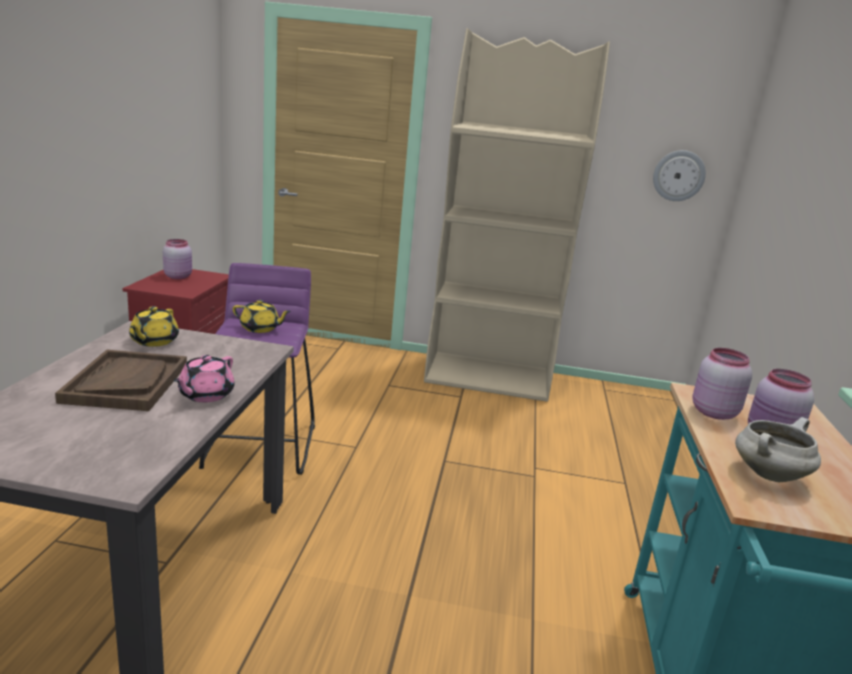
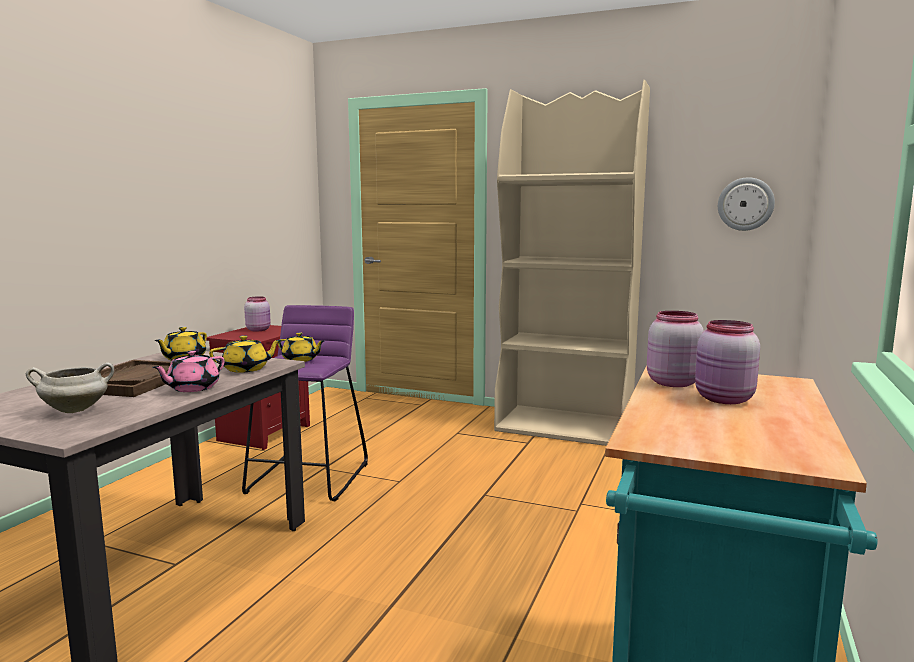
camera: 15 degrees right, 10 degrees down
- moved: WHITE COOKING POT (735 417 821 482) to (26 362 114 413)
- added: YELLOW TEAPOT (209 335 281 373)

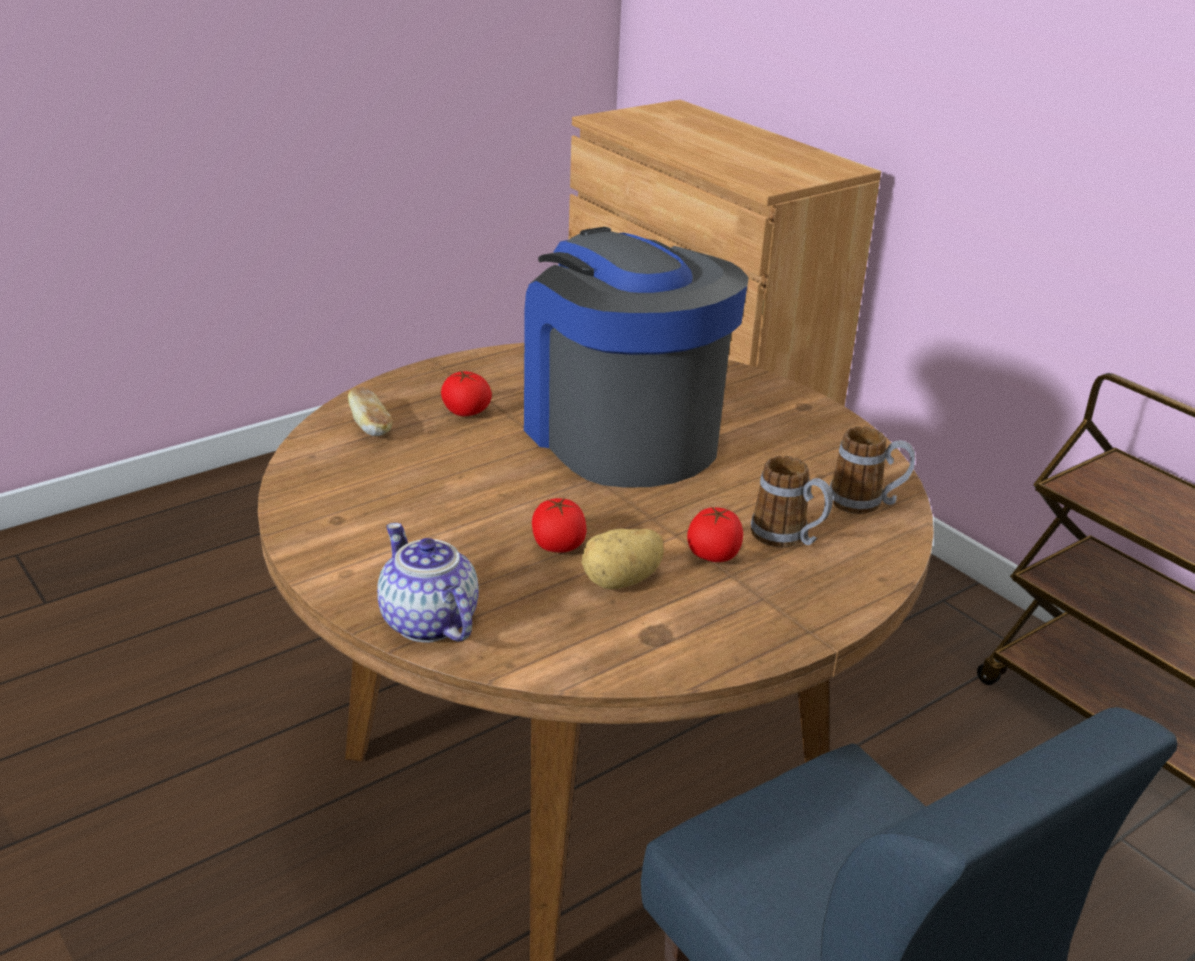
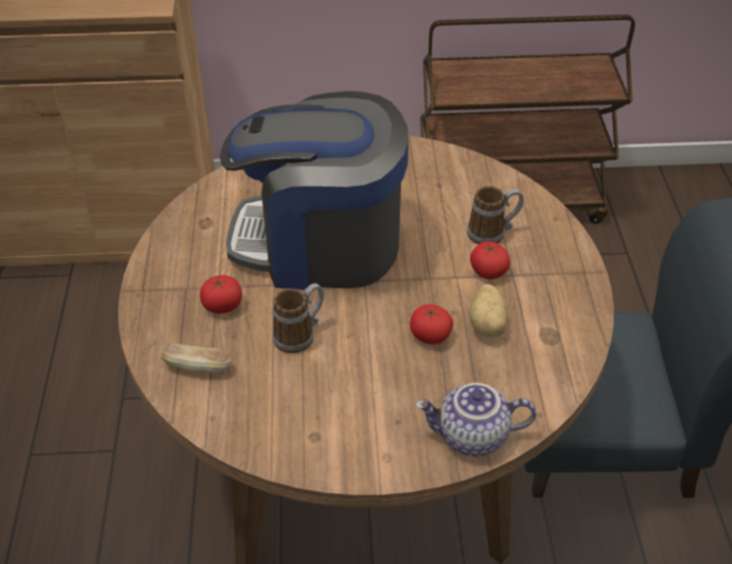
camera: 55 degrees left, 15 degrees up
- moved: MUG (829 426 915 514) to (272 283 324 353)

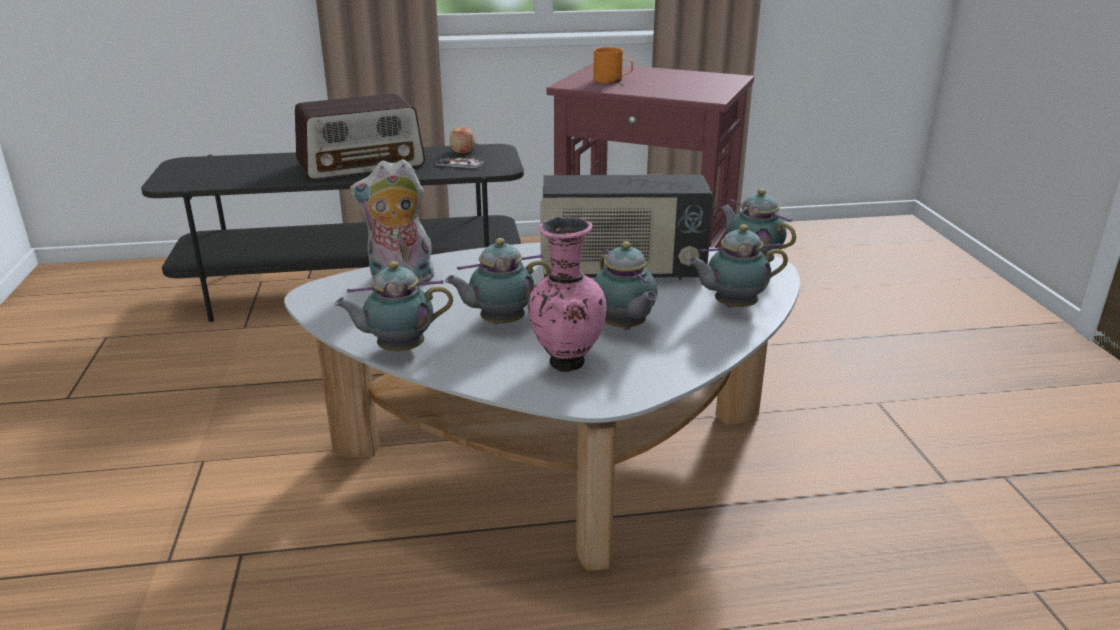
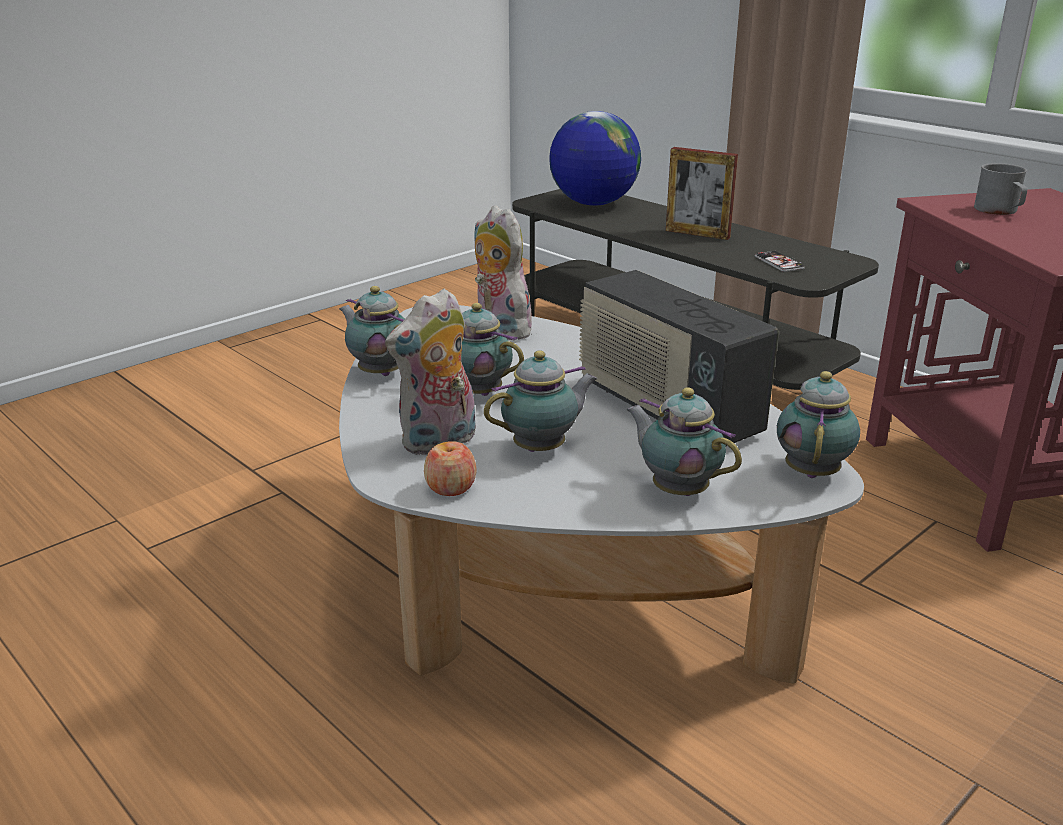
camera: 55 degrees right, 0 degrees up
- replaced: RADIO (295 93 425 180) to PICTURE FRAME (666 147 738 240)
- moved: APPLE (449 127 476 153) to (424 441 477 496)
- replaced: PINK VASE (528 217 606 372) to PLUSH TOY (385 289 476 455)
- recoloured: ORANGE MUG (593 47 633 83) to GREY MUG (974 163 1027 215)
- turned: TEAPOT (594 241 658 330) = (484 350 598 452) 150 degrees counterclockwise
- added: GLOBE (549 111 641 206)

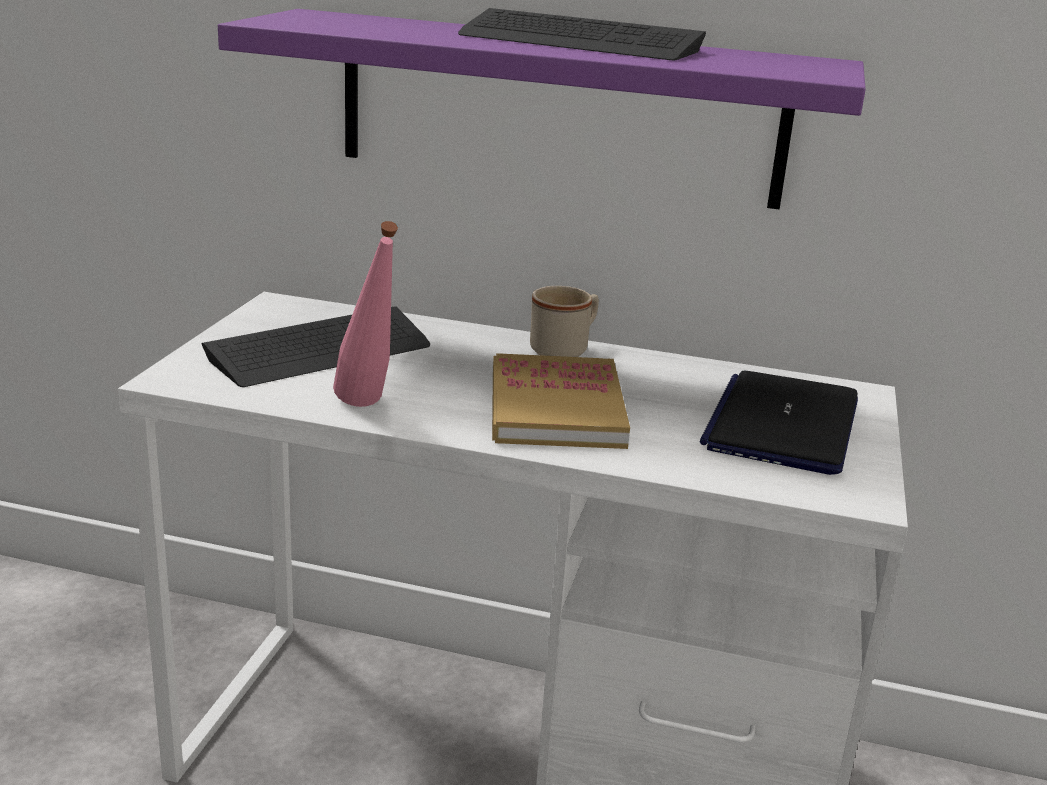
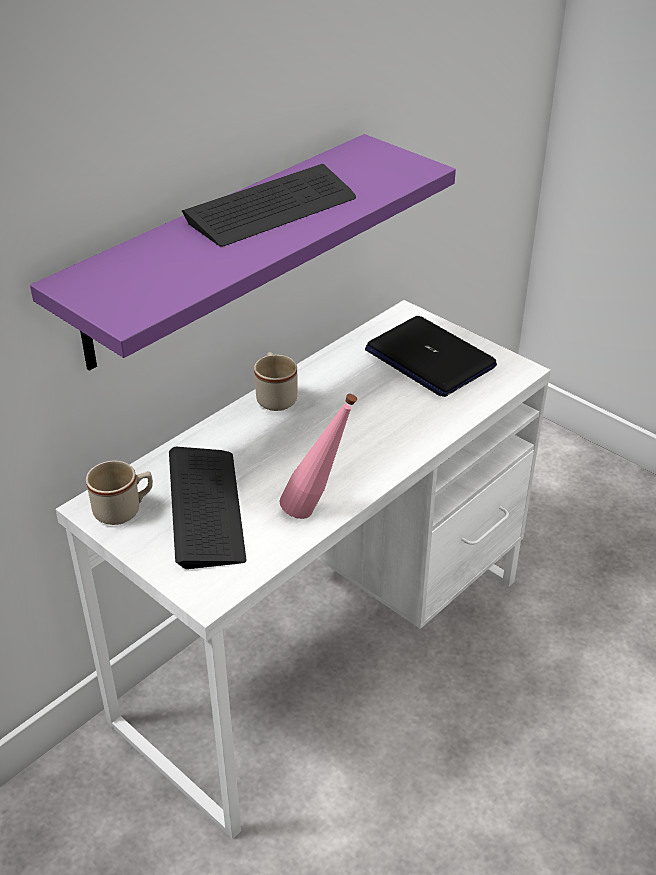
camera: 60 degrees left, 15 degrees up
- removed: BOOK (492 353 630 449)
- added: BEIGE MUG (86 461 153 525)

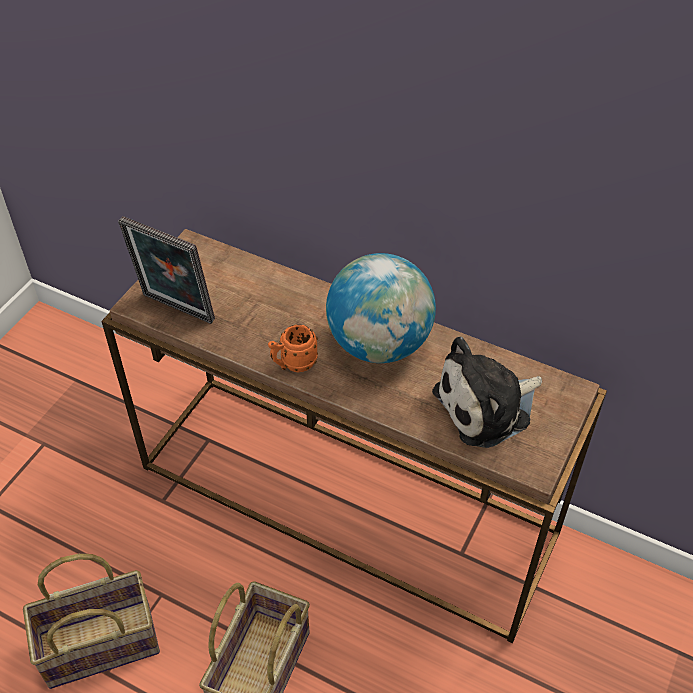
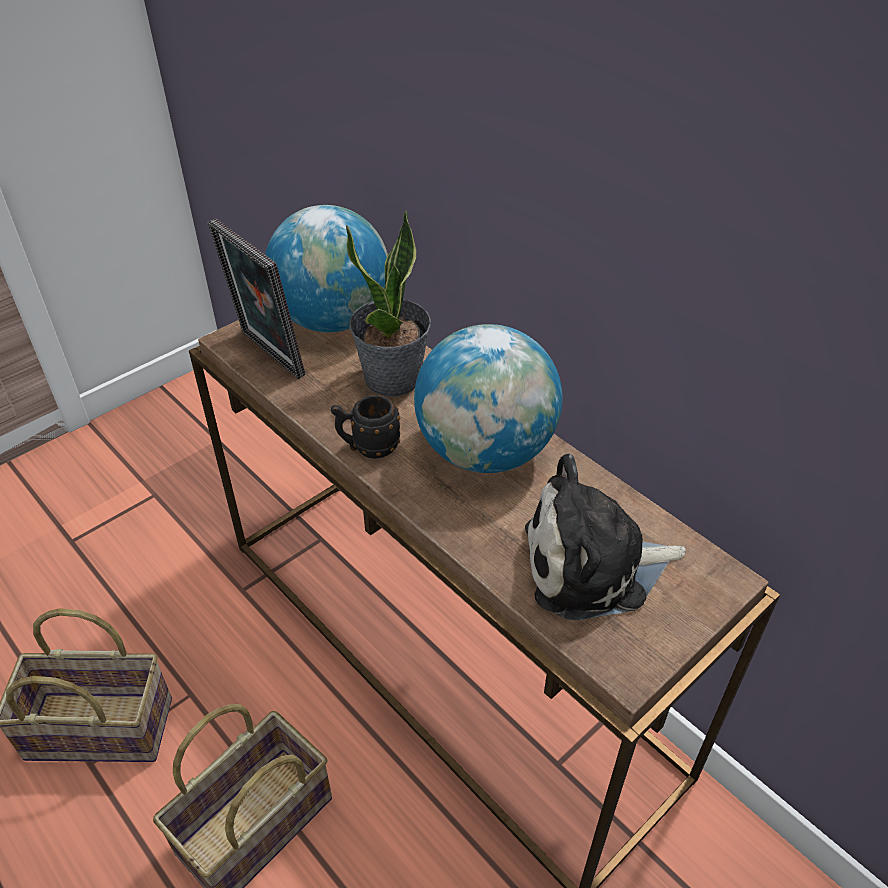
camera: 20 degrees right, 5 degrees down
- recoloured: ORANGE MUG (268 324 318 372) to BLACK MUG (331 395 400 459)
- added: GLOBE (265 205 388 332)
- added: POTTED PLANT (346 210 431 397)

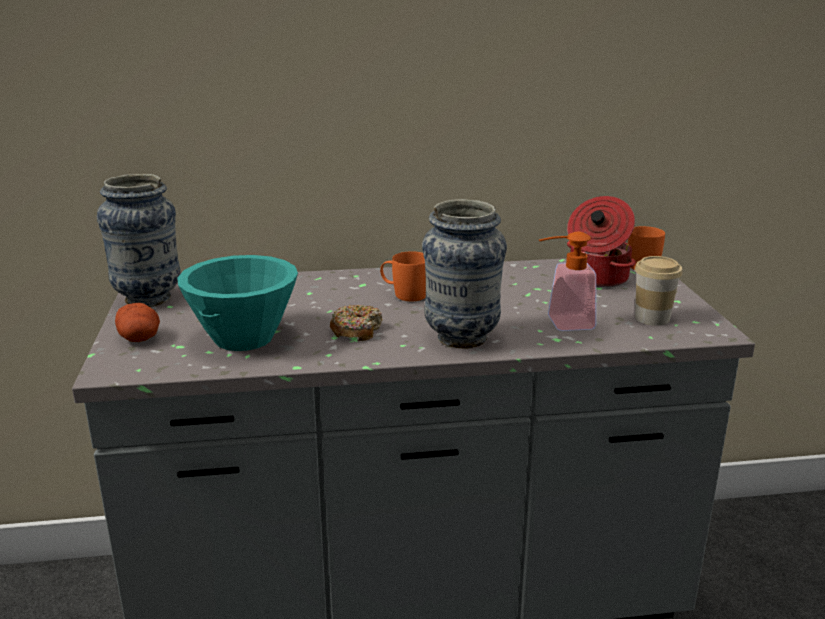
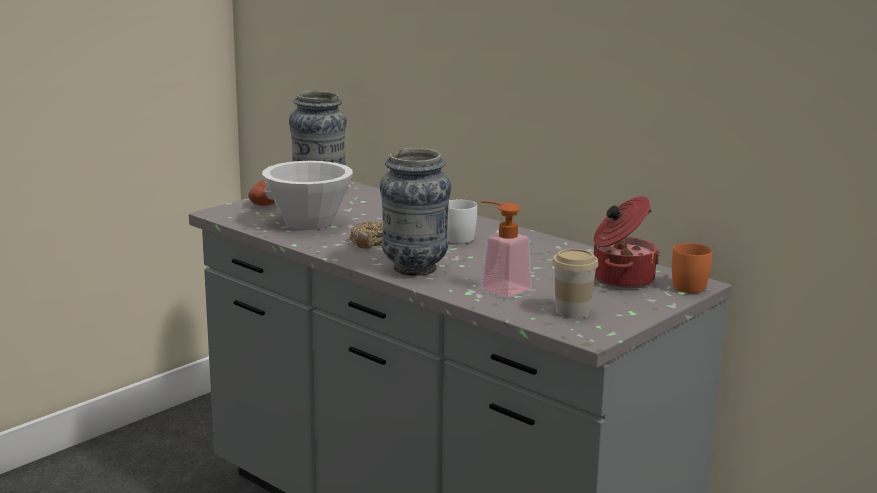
camera: 50 degrees right, 5 degrees down
- recoloured: TURQUOISE BOWL (177 255 298 351) to WHITE BOWL (262 161 353 230)
- recoloured: ORANGE MUG (380 251 426 301) to WHITE MUG (448 200 477 244)

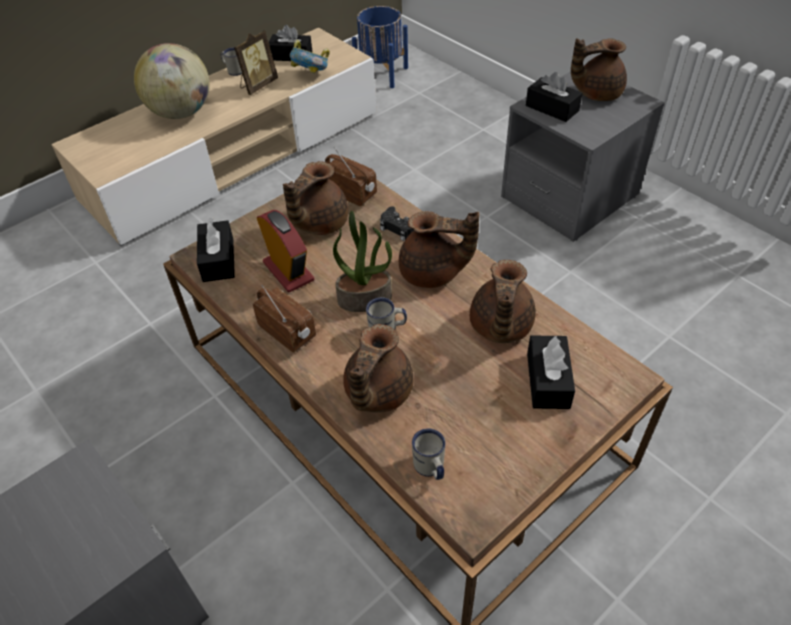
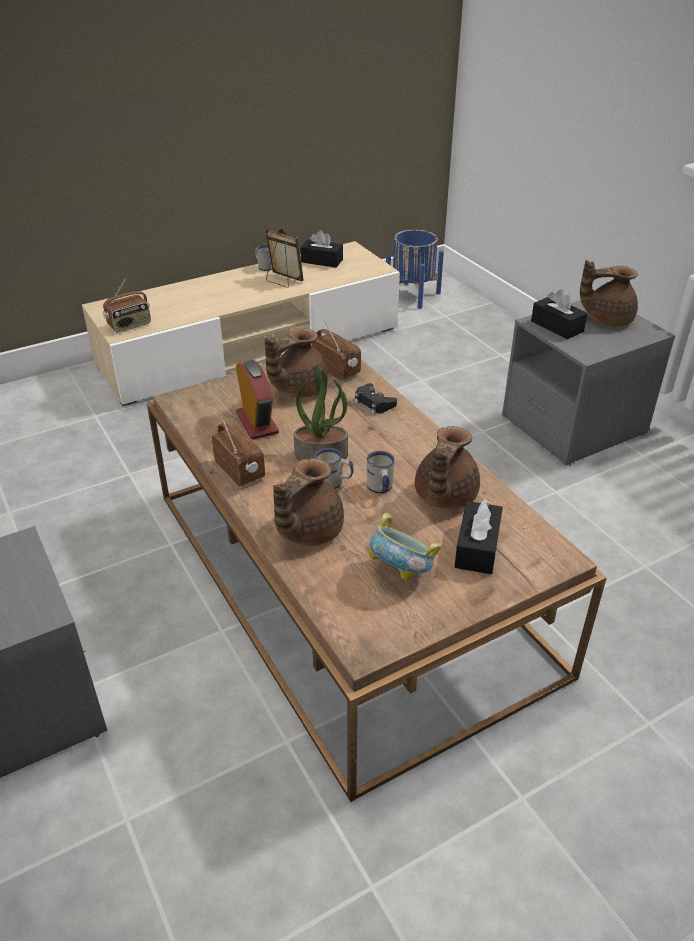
camera: 10 degrees right, 10 degrees down
- removed: GLOBE (134 43 210 119)
- removed: BLACK TISSUE BOX (197 218 235 282)
- turned: PICTURE FRAME (234 30 278 95) = (266 229 303 288) 105 degrees counterclockwise
- moved: BOWL (290 40 330 73) to (369 513 441 580)
- removed: BROWN TEAPOT (399 211 479 288)
- moved: WHITE MUG (412 428 445 480) to (367 451 395 493)
- added: RADIO (103 278 151 332)

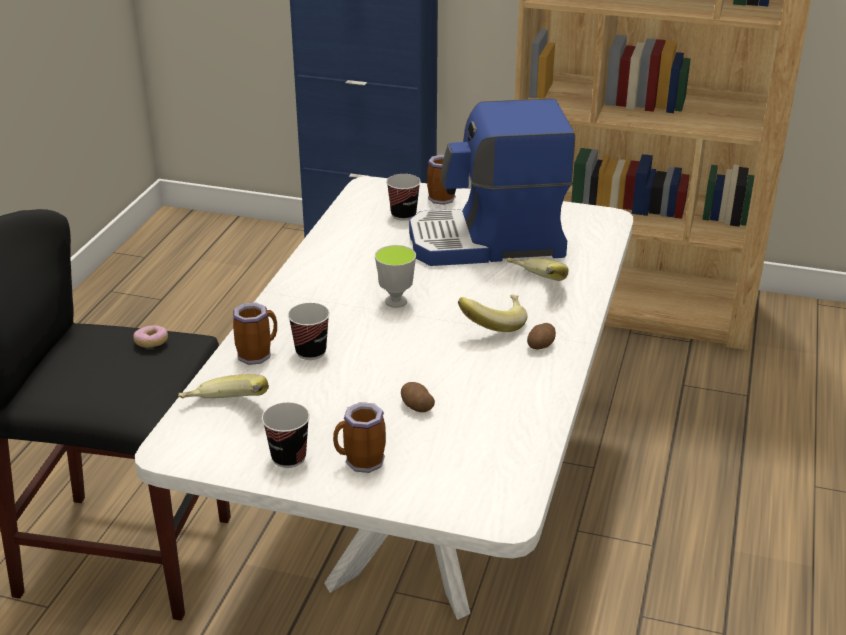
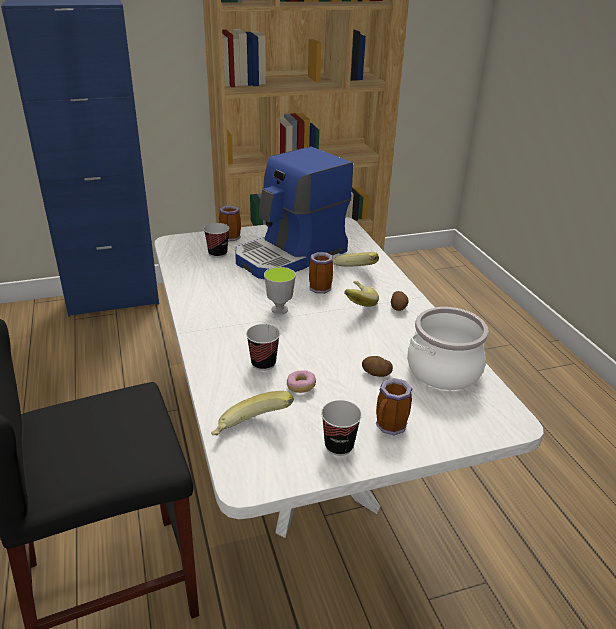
camera: 35 degrees left, 0 degrees up
- moved: DONUT (133 325 168 348) to (287 370 316 393)
- moved: MUG (233 302 277 365) to (309 252 333 294)
- added: COOKING POT (407 307 489 390)

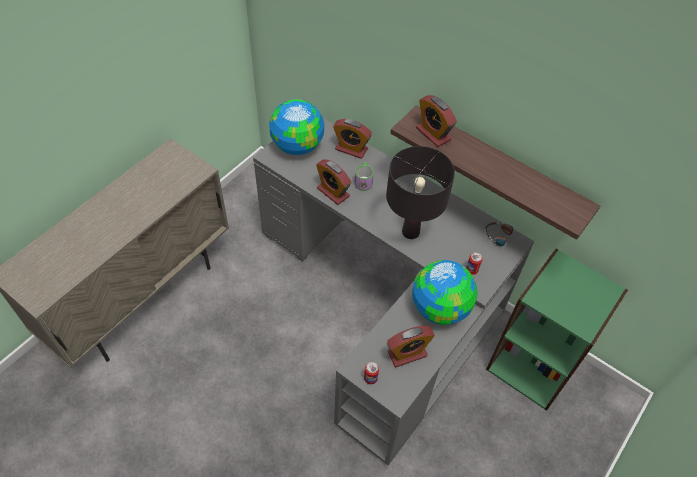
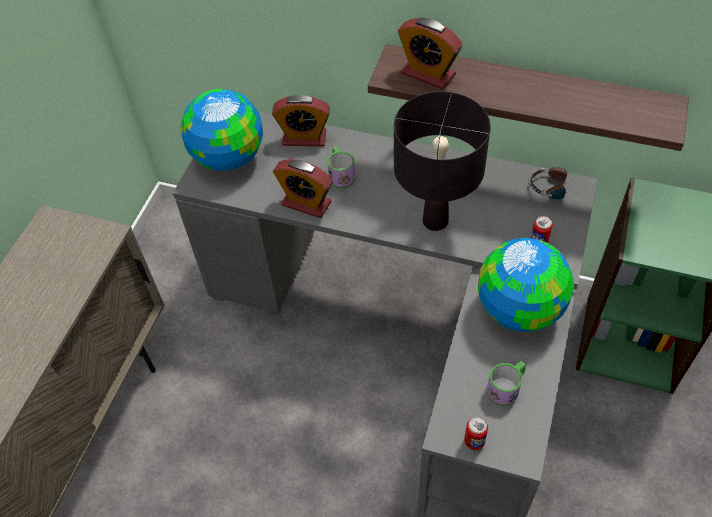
camera: 15 degrees left, 0 degrees up
- replaced: ALARM CLOCK (387 326 435 367) to MUG (487 361 526 406)

